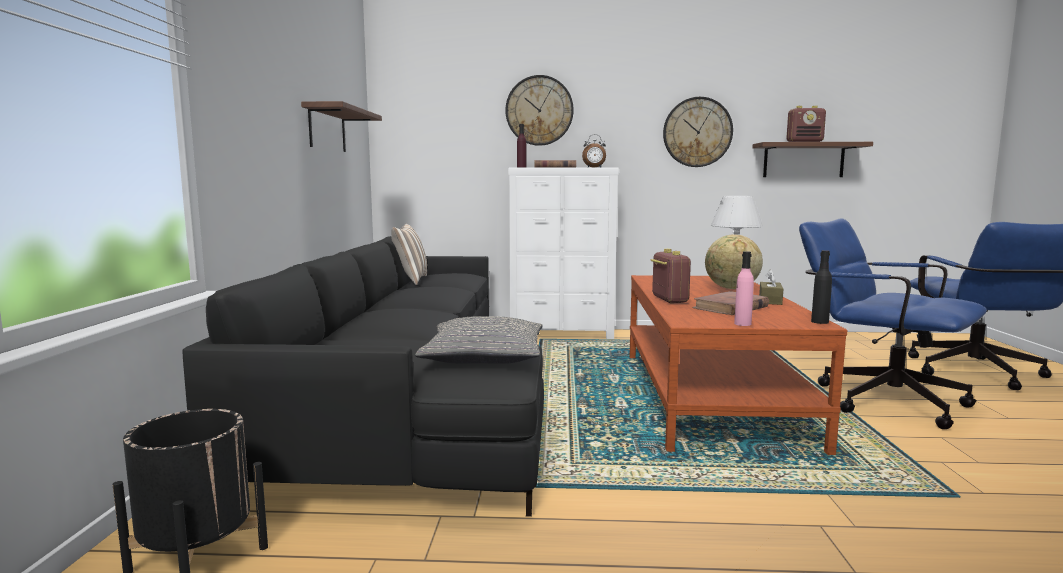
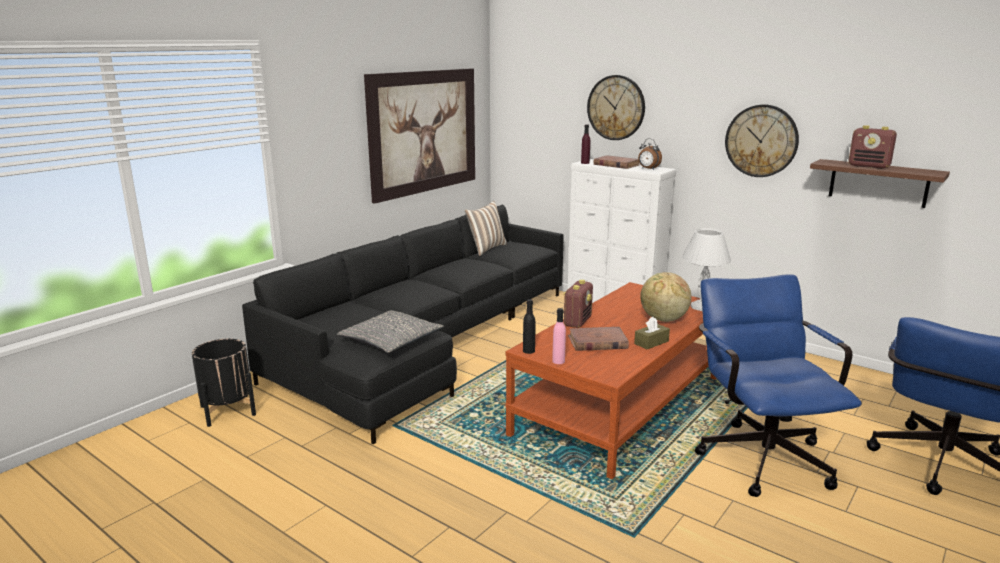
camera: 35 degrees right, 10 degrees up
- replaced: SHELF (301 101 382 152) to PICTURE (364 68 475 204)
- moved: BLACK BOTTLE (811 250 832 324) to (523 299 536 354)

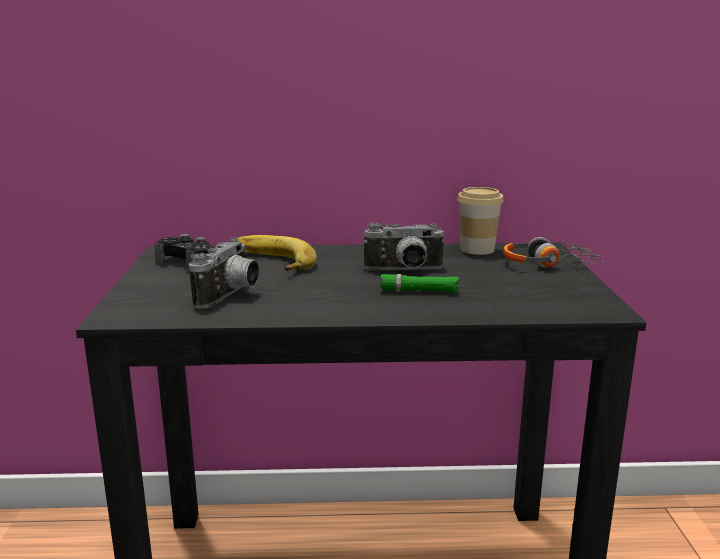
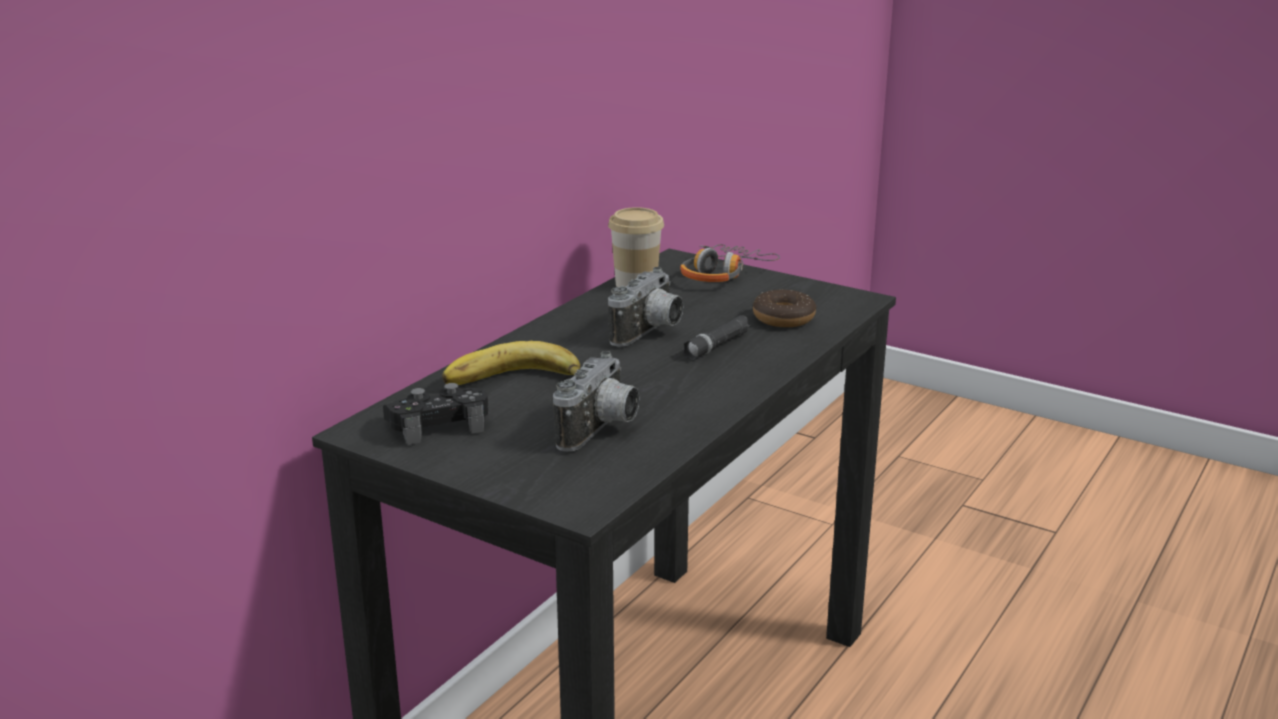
camera: 55 degrees left, 5 degrees up
- turned: PHOTO CAMERA (189 238 260 309) = (553 351 640 451) 60 degrees clockwise
- recoloured: GREEN FLASHLIGHT (380 274 458 292) to BLACK FLASHLIGHT (683 315 750 360)
- added: DONUT (753 289 816 327)

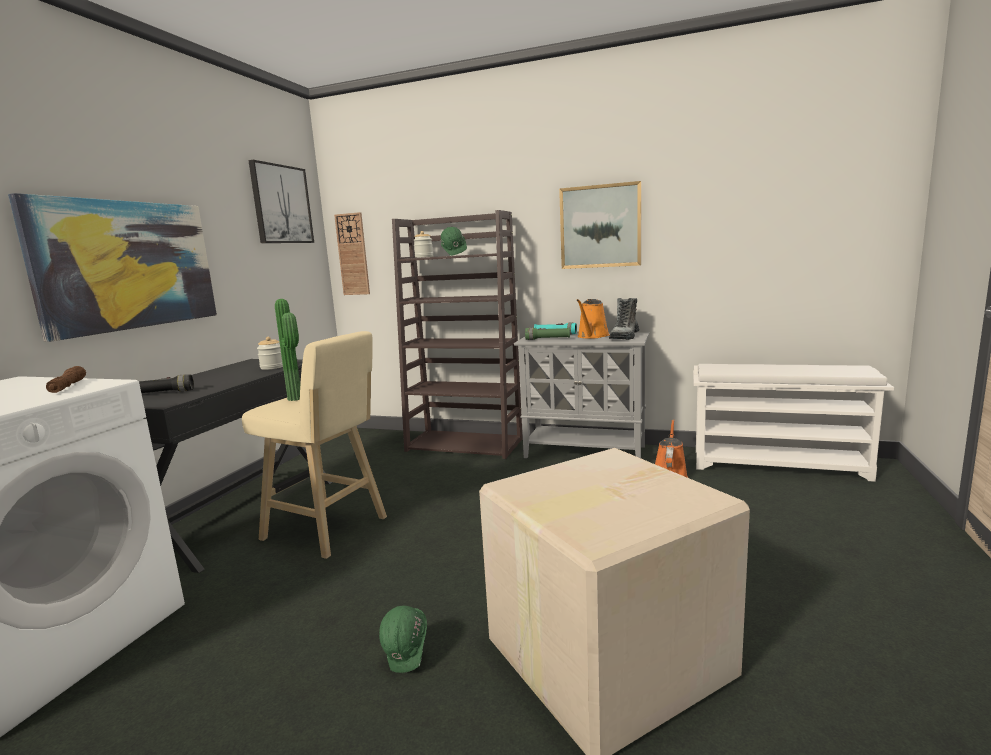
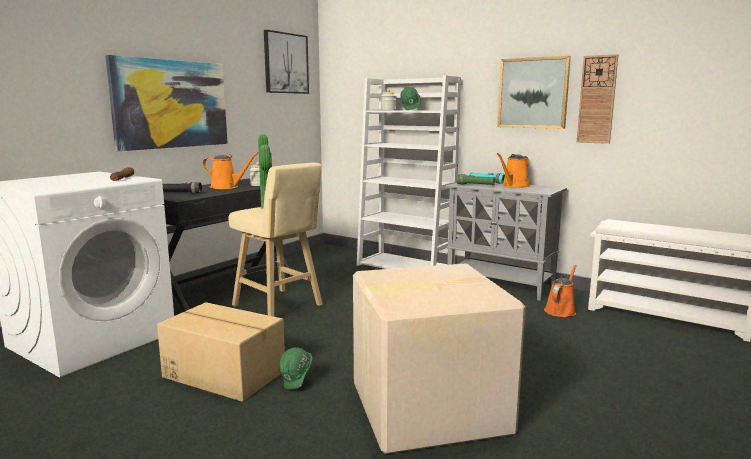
camera: 15 degrees right, 0 degrees up
- moved: WALL CLOCK (334 212 370 295) to (577 54 618 144)
- recoloured: BROWN BOOKCASE (392 210 523 459) to WHITE BOOKCASE (357 75 461 269)
- removed: BOOT (609 298 639 340)
- added: CARDBOARD BOX (157 302 285 402)
- added: ORANGE WATERING CAN (203 152 258 189)

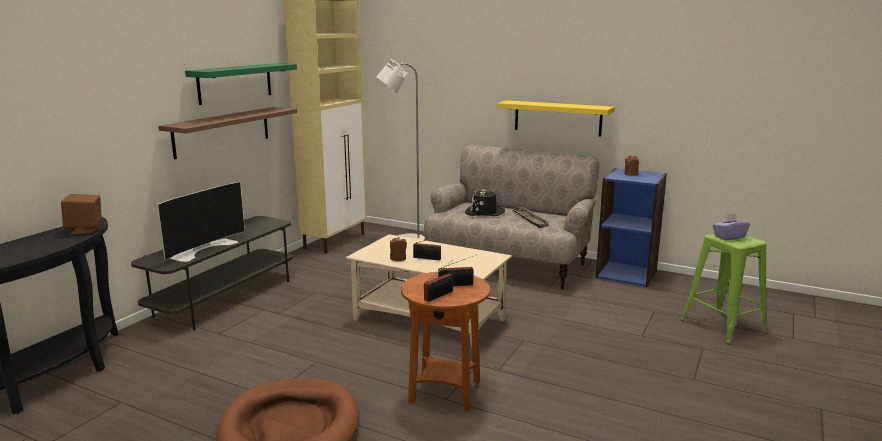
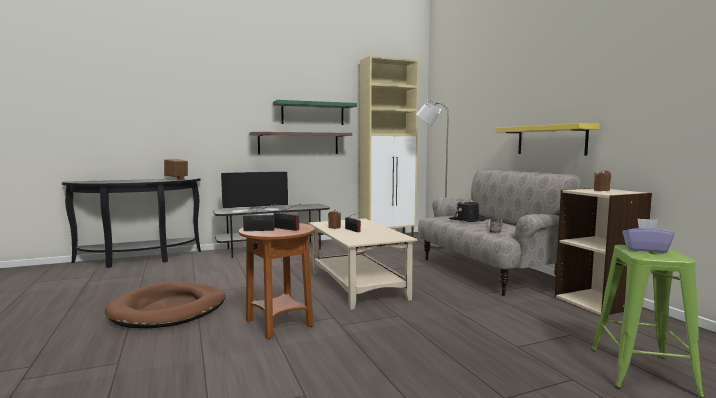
camera: 40 degrees right, 10 degrees down
- recoloured: BLUE BOOKCASE (595 168 667 287) to BEIGE BOOKCASE (555 188 652 315)

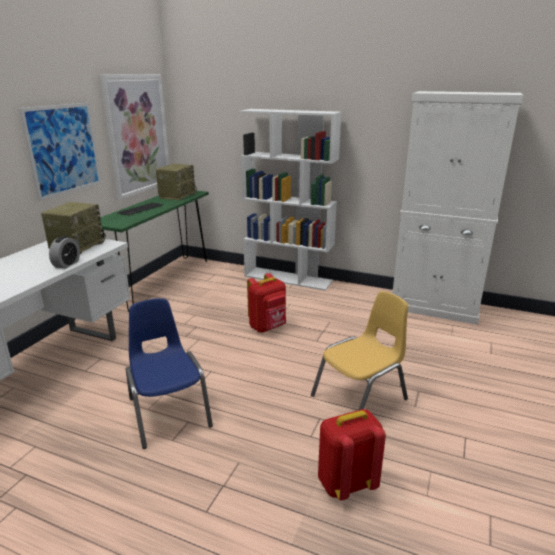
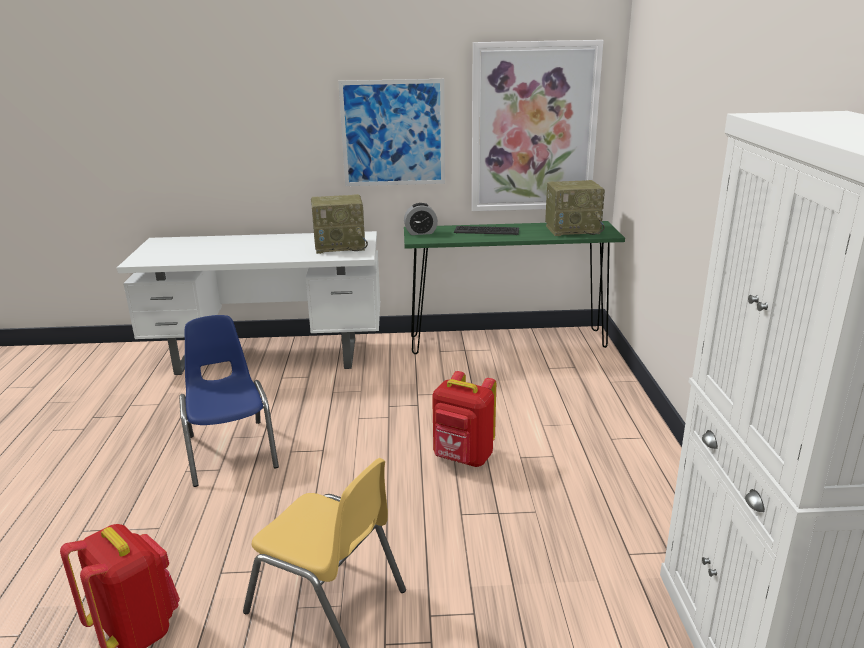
camera: 65 degrees right, 0 degrees up
- moved: ALARM CLOCK (49 236 80 269) to (404 203 438 235)
- turned: BLUE CHAIR (126 298 213 449) = (179 315 279 487) 60 degrees counterclockwise
- removed: WHITE BOOKCASE (239 109 342 291)

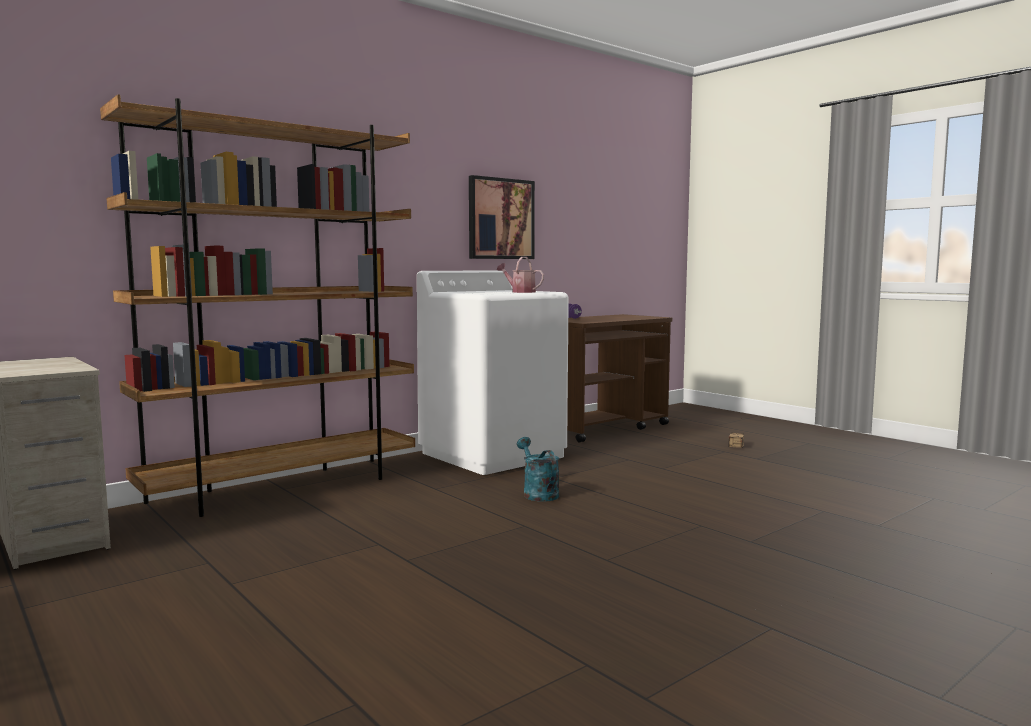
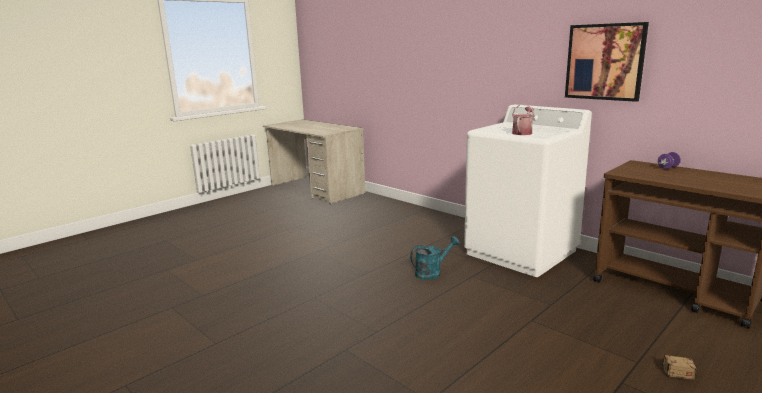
camera: 85 degrees right, 10 degrees up
- removed: BROWN BOOKCASE (100 94 415 517)

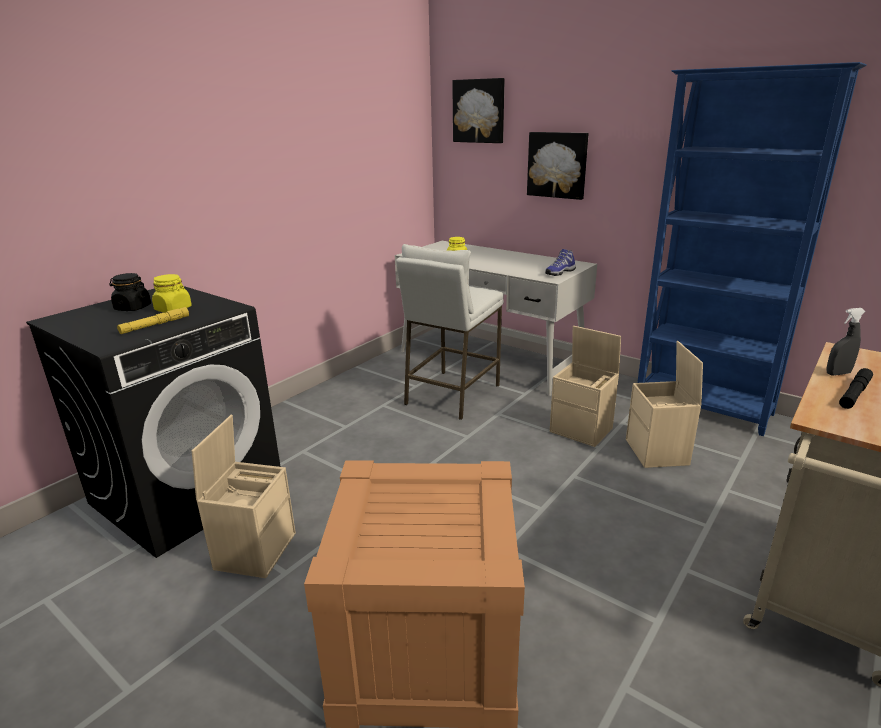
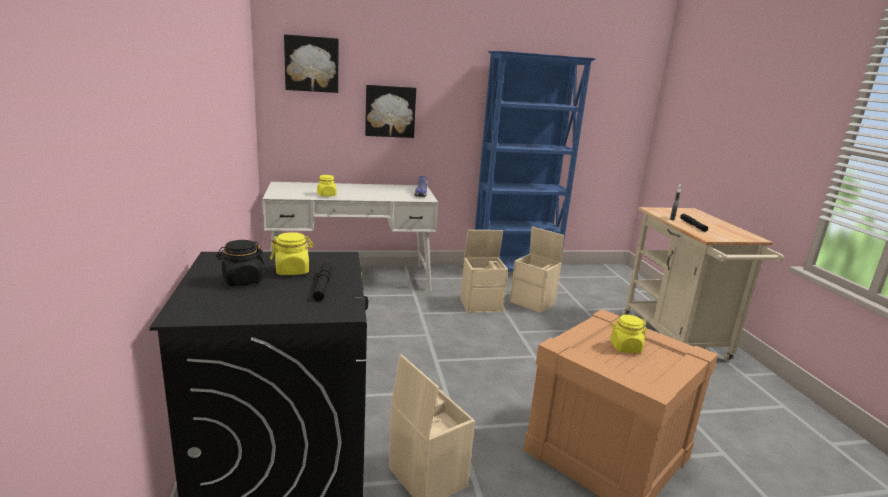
camera: 50 degrees left, 5 degrees down
- recoloured: YELLOW FLASHLIGHT (117 307 189 334) to BLACK FLASHLIGHT (313 263 332 301)
- removed: WHITE STOOL (396 244 504 420)
- added: YELLOW JAR (610 315 647 353)

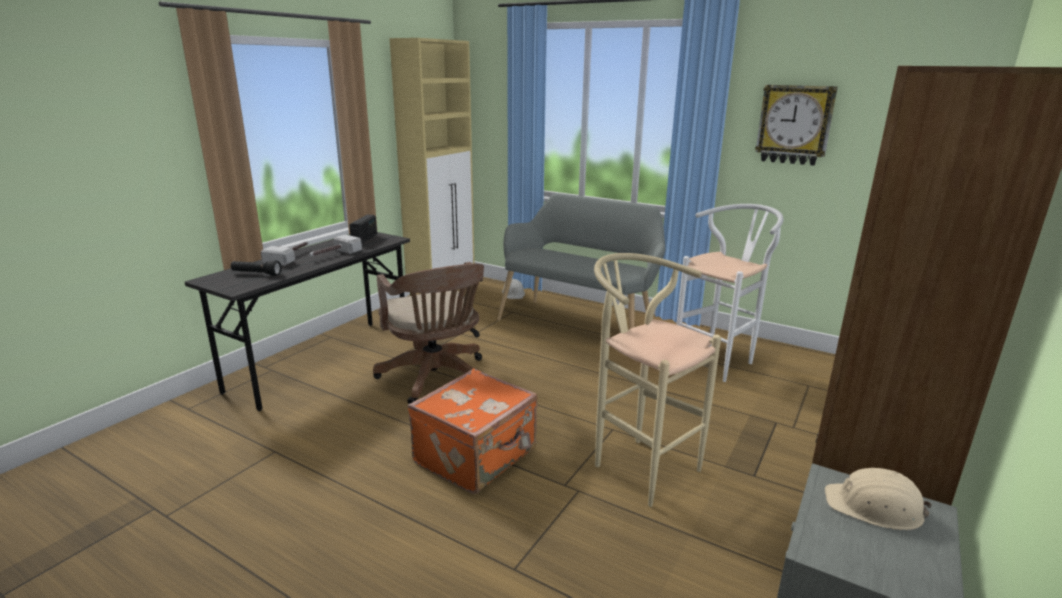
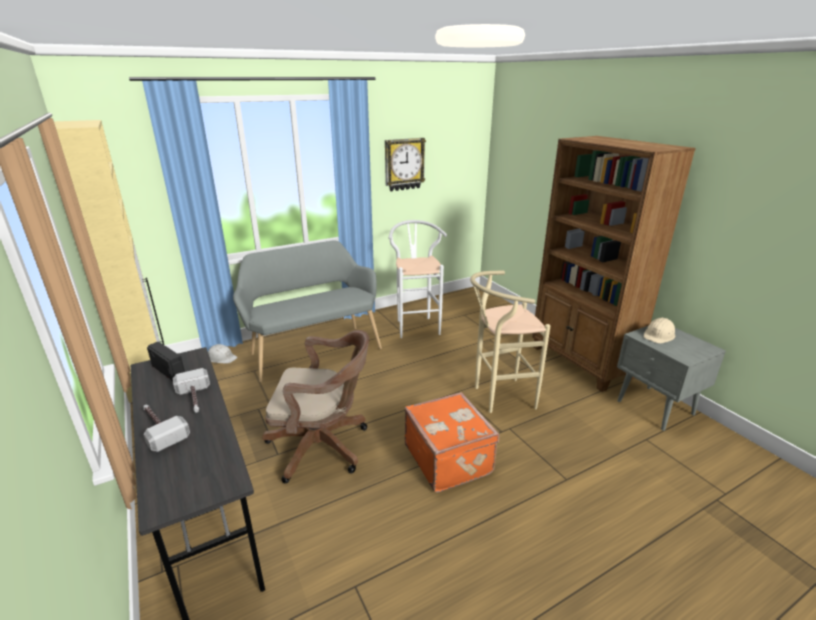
camera: 60 degrees left, 5 degrees up
- removed: BLACK FLASHLIGHT (231 260 281 276)

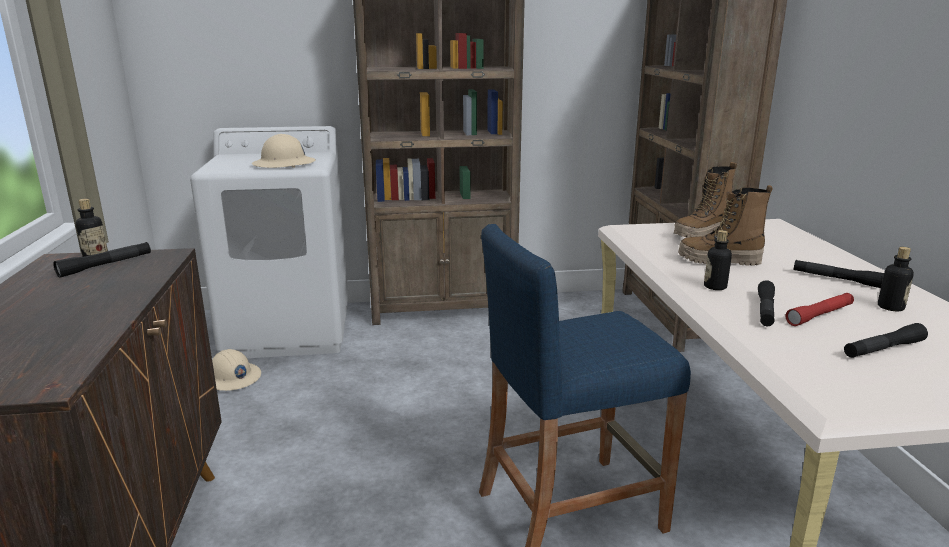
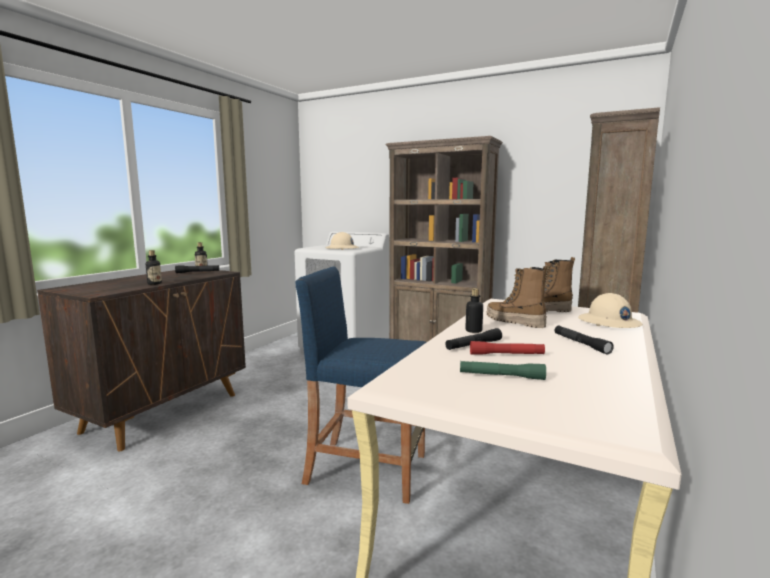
camera: 35 degrees right, 10 degrees down
- moved: BEIGE HARD HAT (212 349 261 391) to (578 293 643 328)
- recoloured: BLACK FLASHLIGHT (844 323 928 358) to GREEN FLASHLIGHT (460 361 546 380)
- moved: BOTTLE (878 247 914 311) to (146 250 162 285)

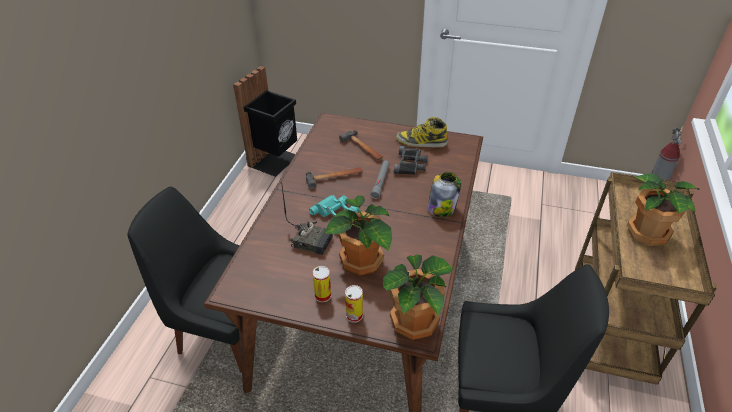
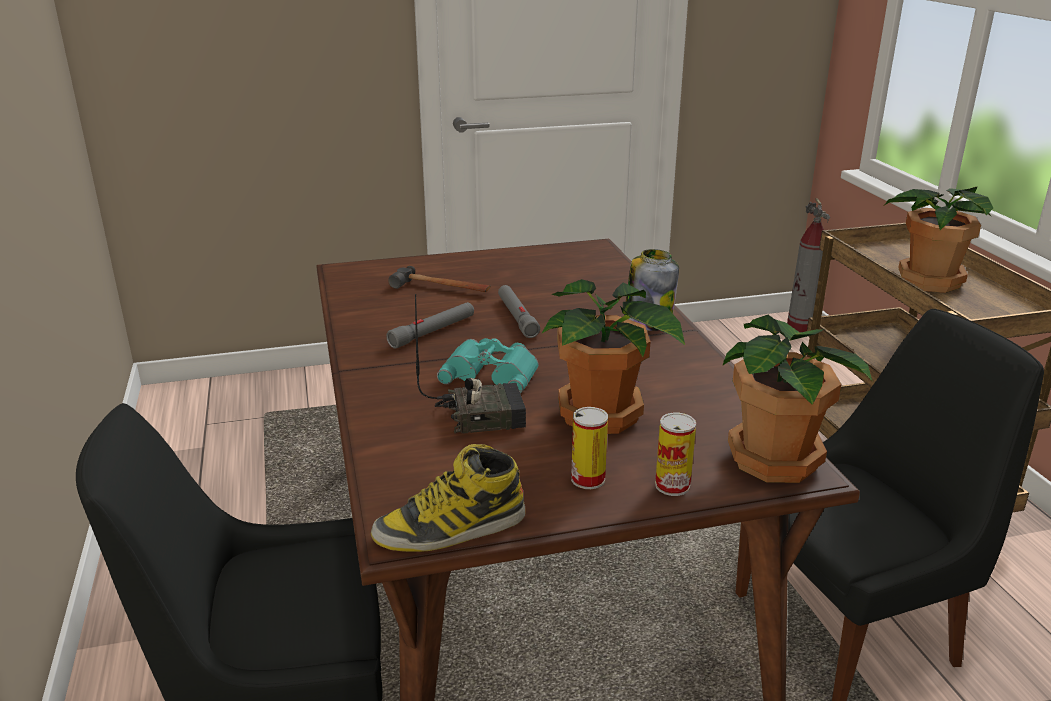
camera: 30 degrees left, 15 degrees down
- removed: BLACK TRASH CAN (233 66 297 177)
- replaced: HAMMER (306 167 363 189) to GREY FLASHLIGHT (386 302 474 349)
- removed: BLACK BINOCULARS (394 146 428 175)
- moved: BOOT (396 117 448 147) to (371 444 525 552)

